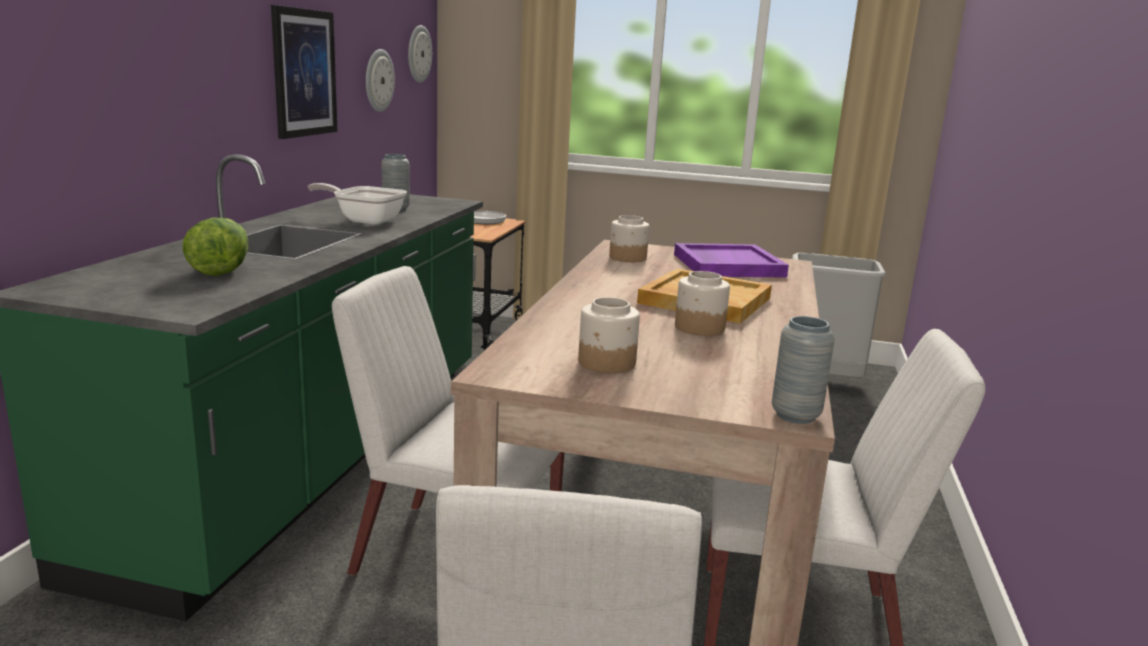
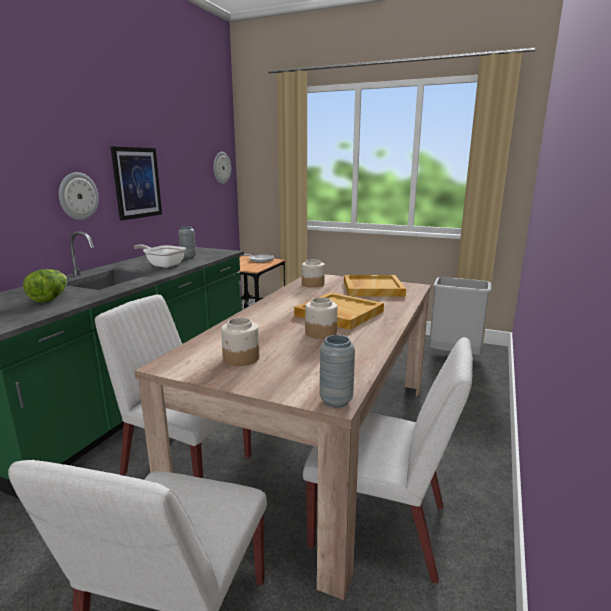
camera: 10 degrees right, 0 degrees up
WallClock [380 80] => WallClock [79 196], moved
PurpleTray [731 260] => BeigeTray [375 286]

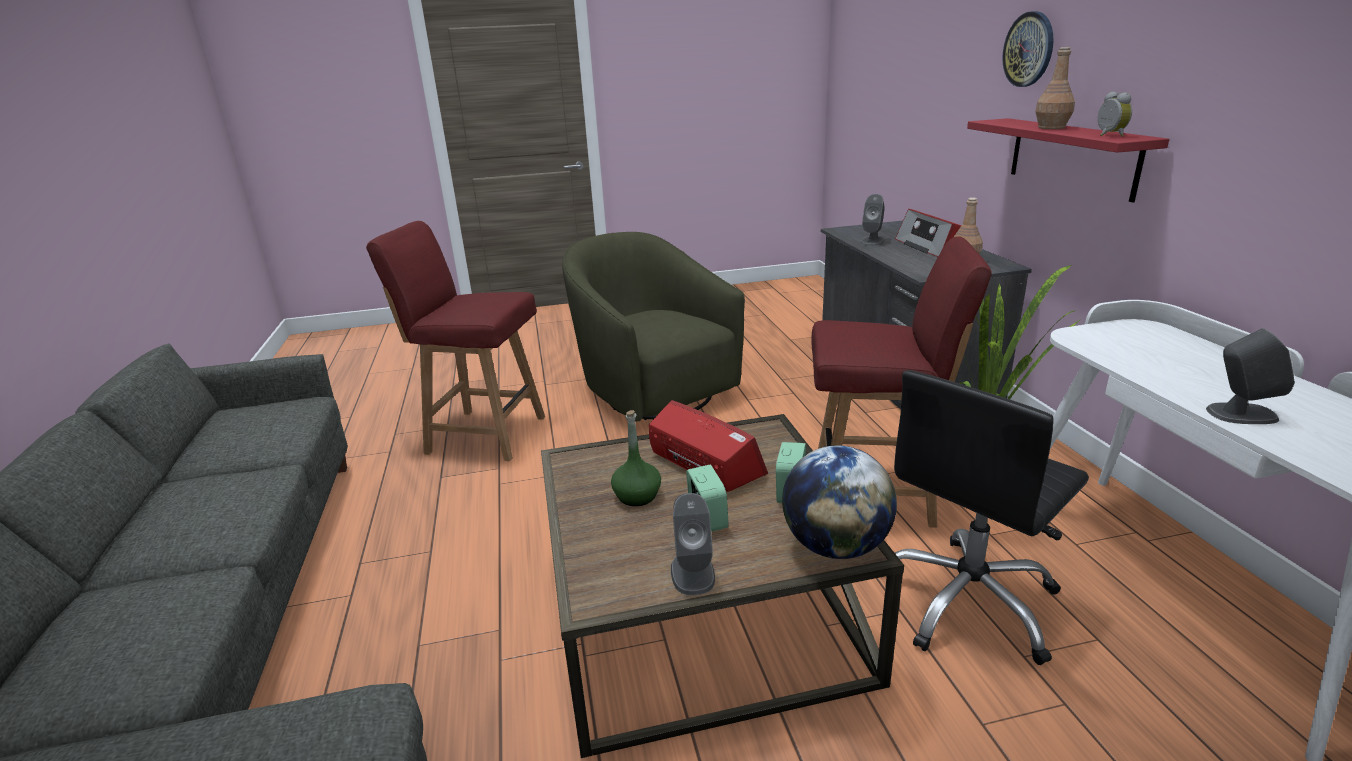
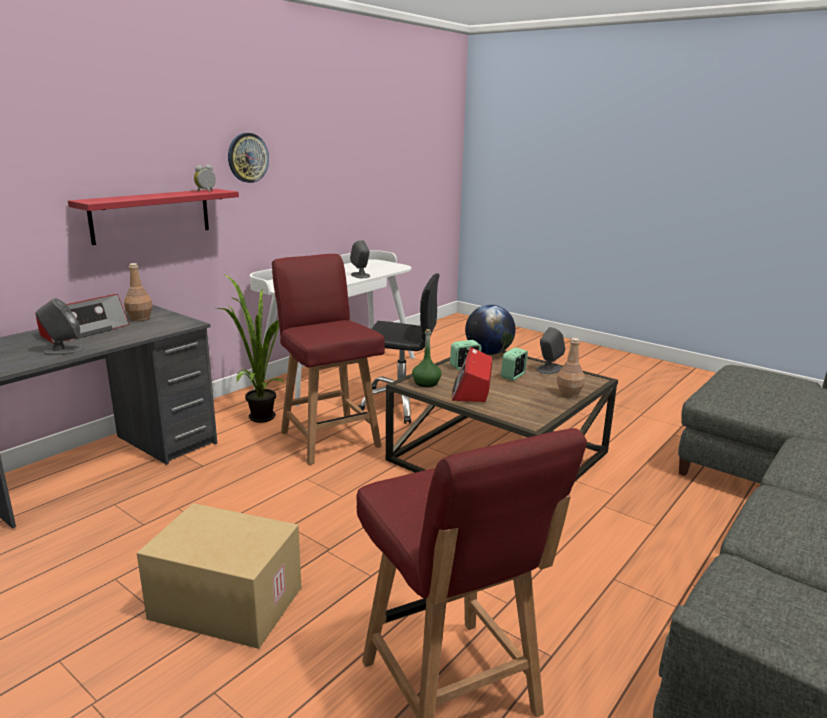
camera: 130 degrees left, 5 degrees down
GreenBottle [636 458] => GreenBottle [427 358], moved
WallClock [1028 49] => WallClock [248 158], moved
BrownBottle [1055 88] => BrownBottle [571 368], moved
GreenArmchair [653 326] => CardboardBox [219 576]

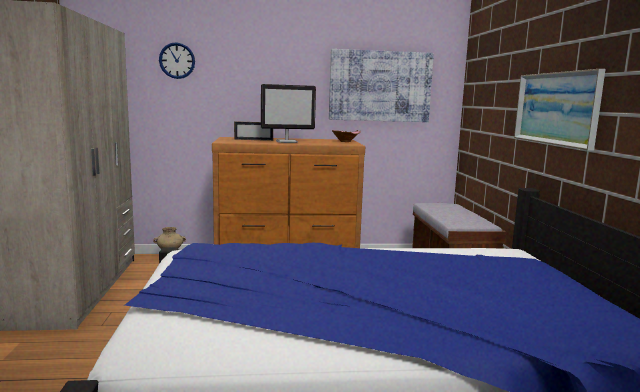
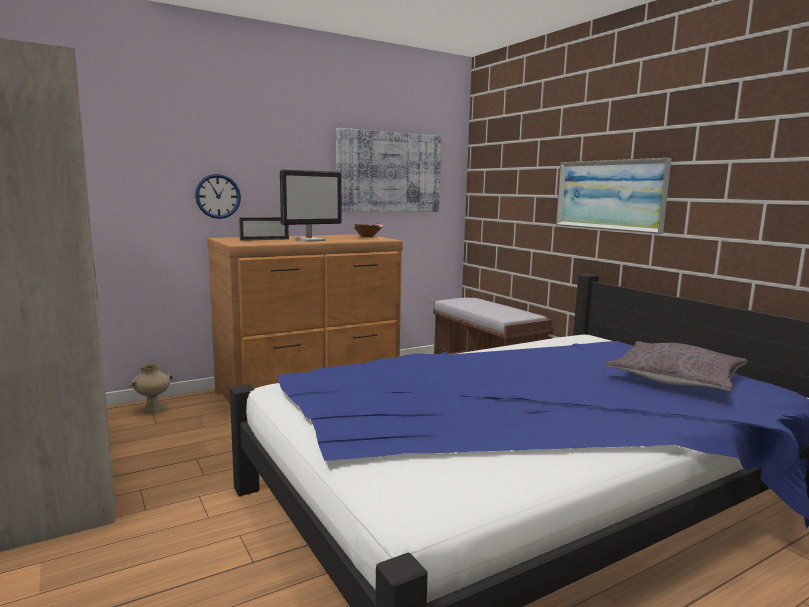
camera: 25 degrees left, 0 degrees up
nothing => GreyPillow [677 366]
WallClock [177 60] => WallClock [218 196], moved

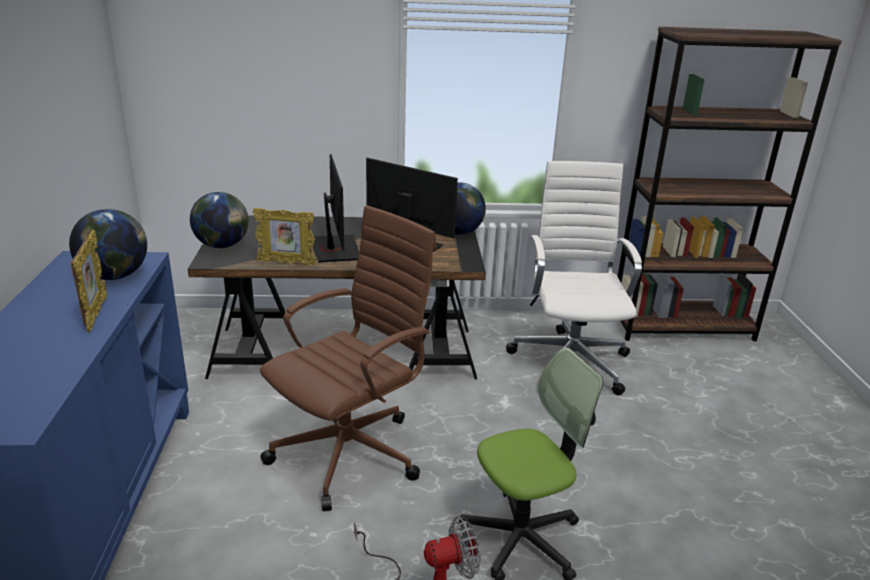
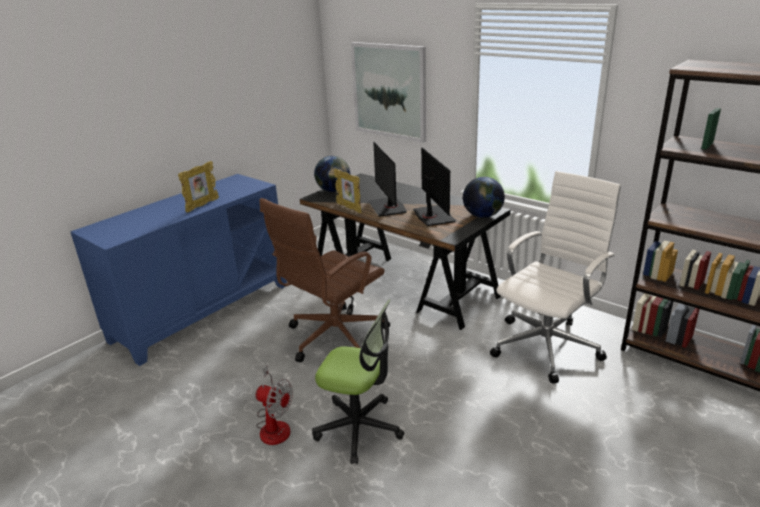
camera: 45 degrees right, 0 degrees up
Globe [108 244] => nothing
nothing => Picture [388 92]
BrownOfficeChair [348 358] => BrownOfficeChair [325 280], 135 degrees clockwise
Monitor [336 208] => Monitor [387 179], 135 degrees clockwise

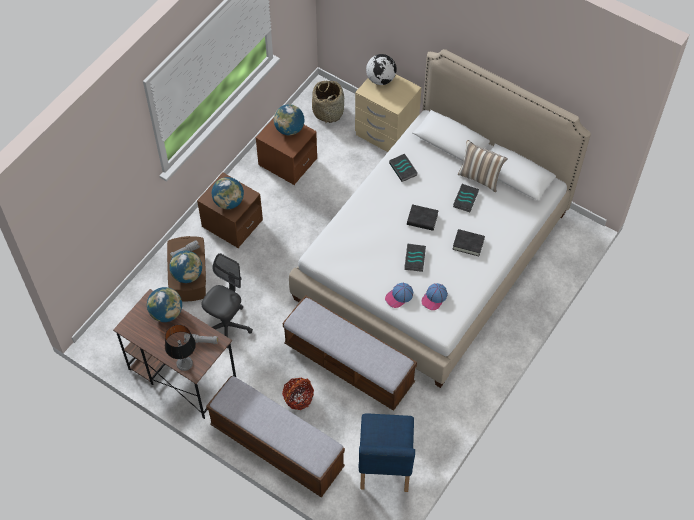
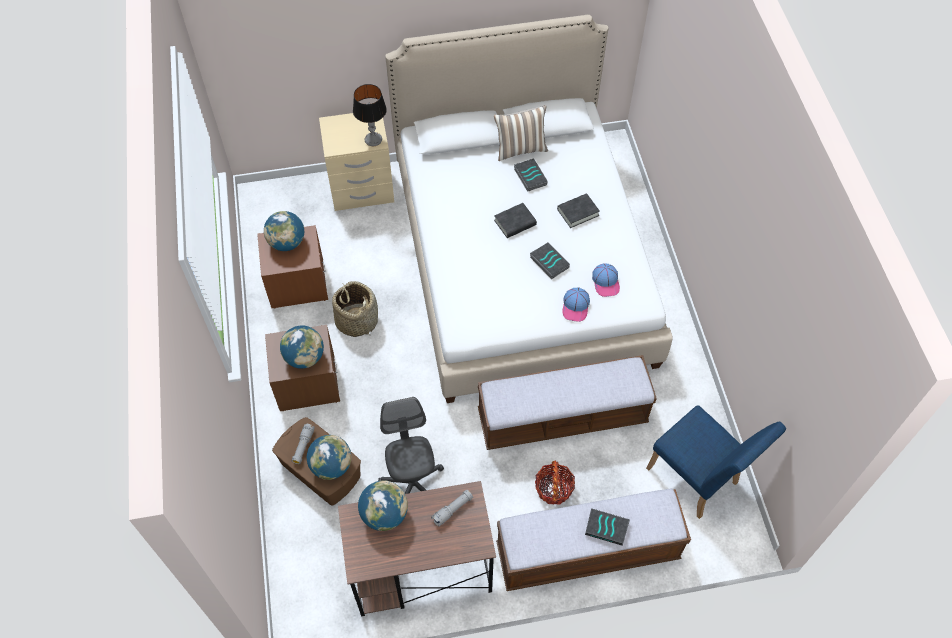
camera: 45 degrees left, 0 degrees up
Globe [381 69] => nothing
TableLamp [180 347] => TableLamp [370 115], moved
Basket [328 101] => Basket [355 309], moved
Book [403 168] => Book [607 527], moved

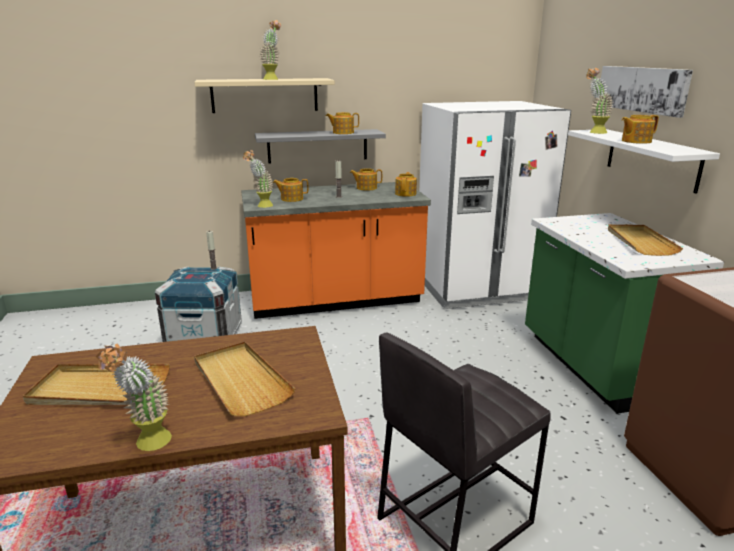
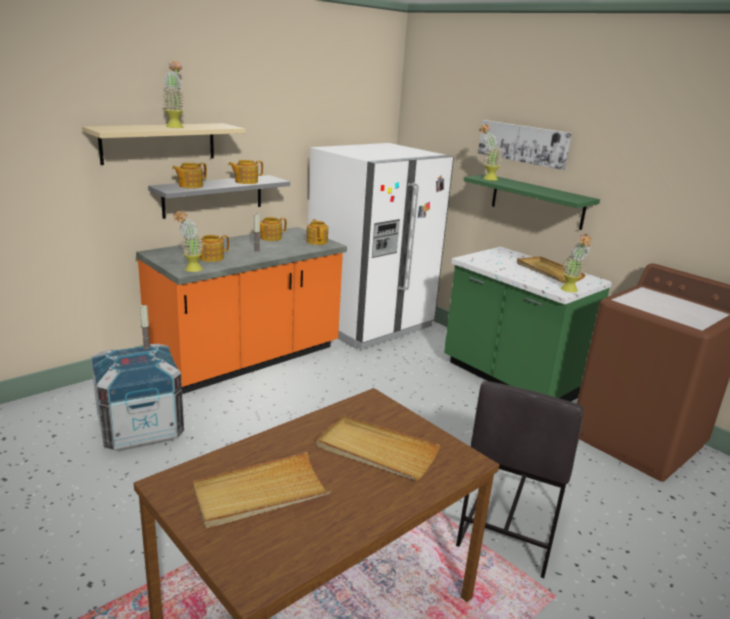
camera: 30 degrees left, 0 degrees up
PottedPlant [134 397] => PottedPlant [576 263], moved
Teapot [640 129] => Teapot [189 175], moved
WhiteShelf [644 161] => GreenShelf [532 202]

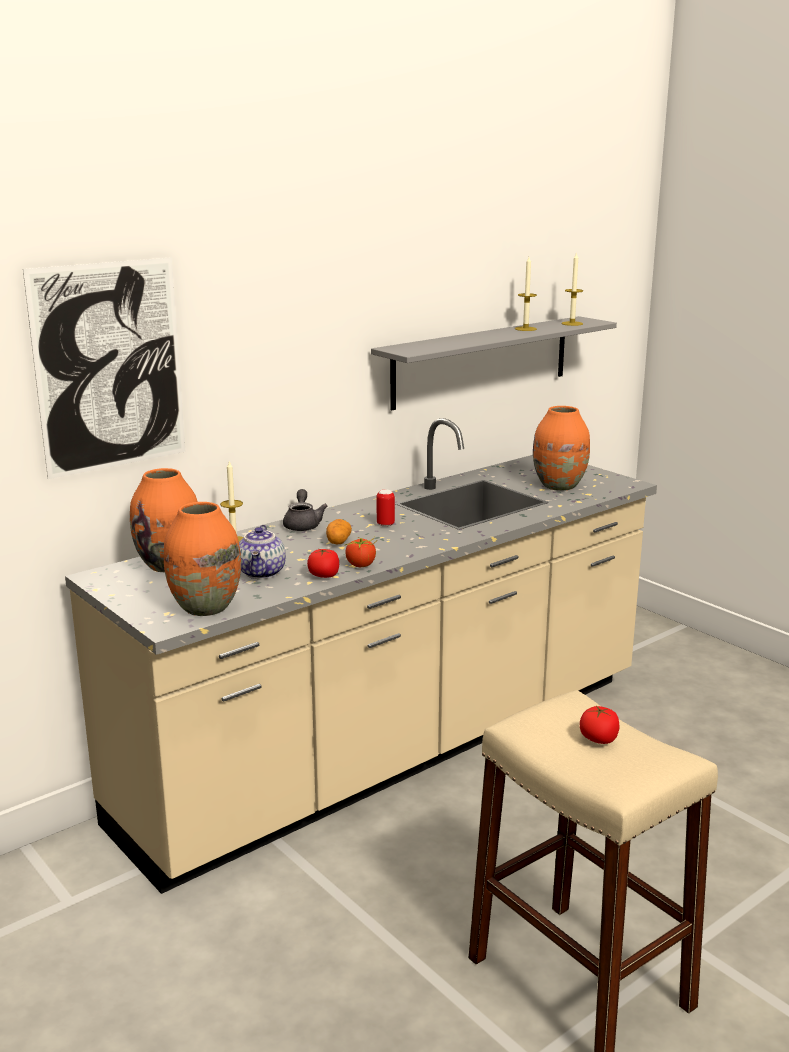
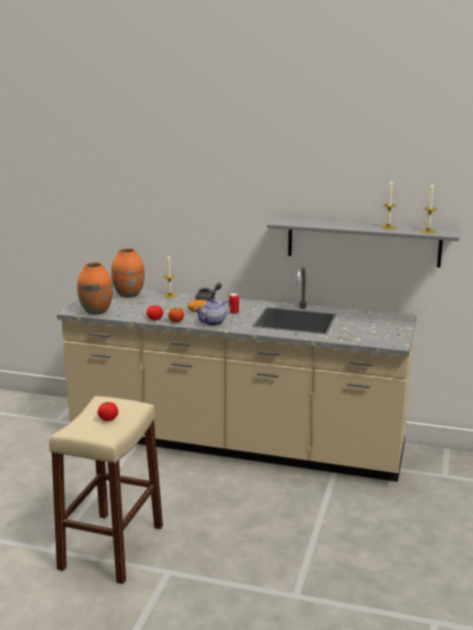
camera: 55 degrees right, 0 degrees up
Picture [104 368] => nothing
OrangeVase [561 448] => nothing
Teapot [262 552] => Teapot [212 312], moved

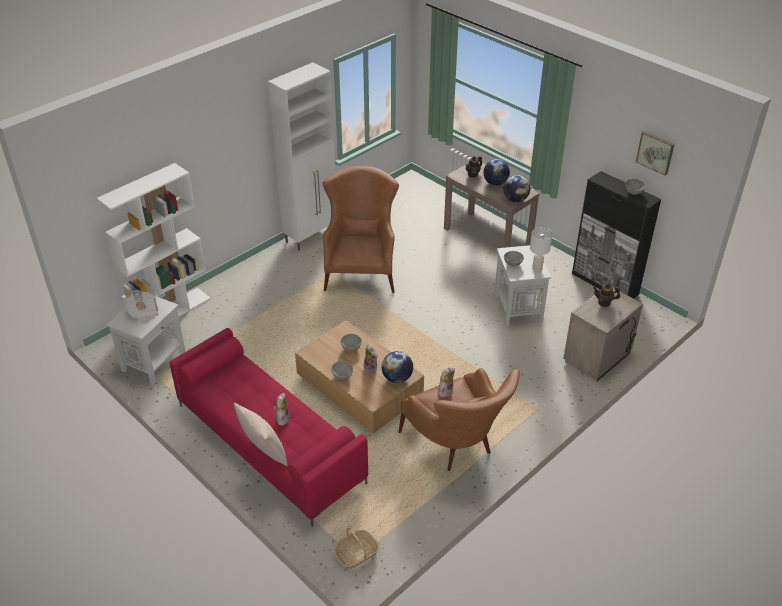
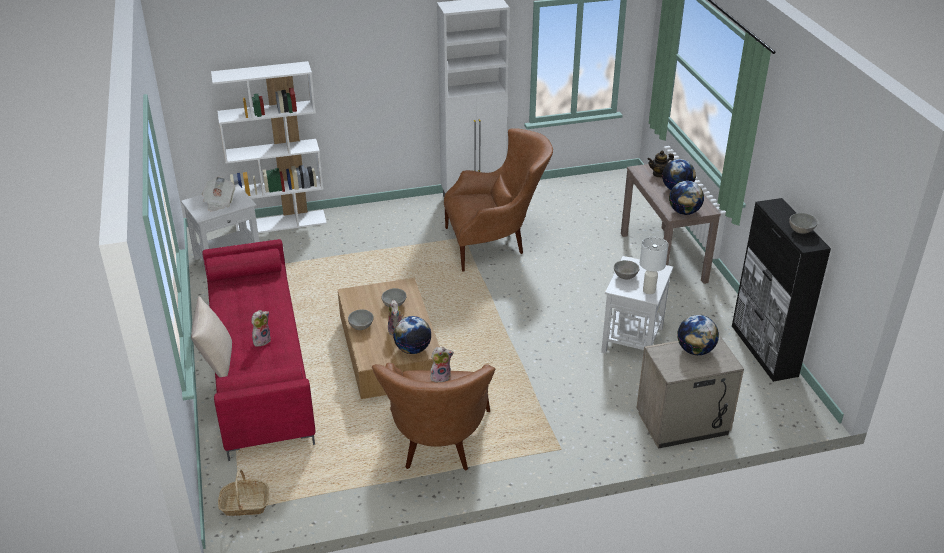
camera: 30 degrees right, 5 degrees down
Picture [655 153] => nothing
Teapot [606 295] => Globe [698 335]
BrownArmchair [360 229] => BrownArmchair [498 200], 45 degrees clockwise

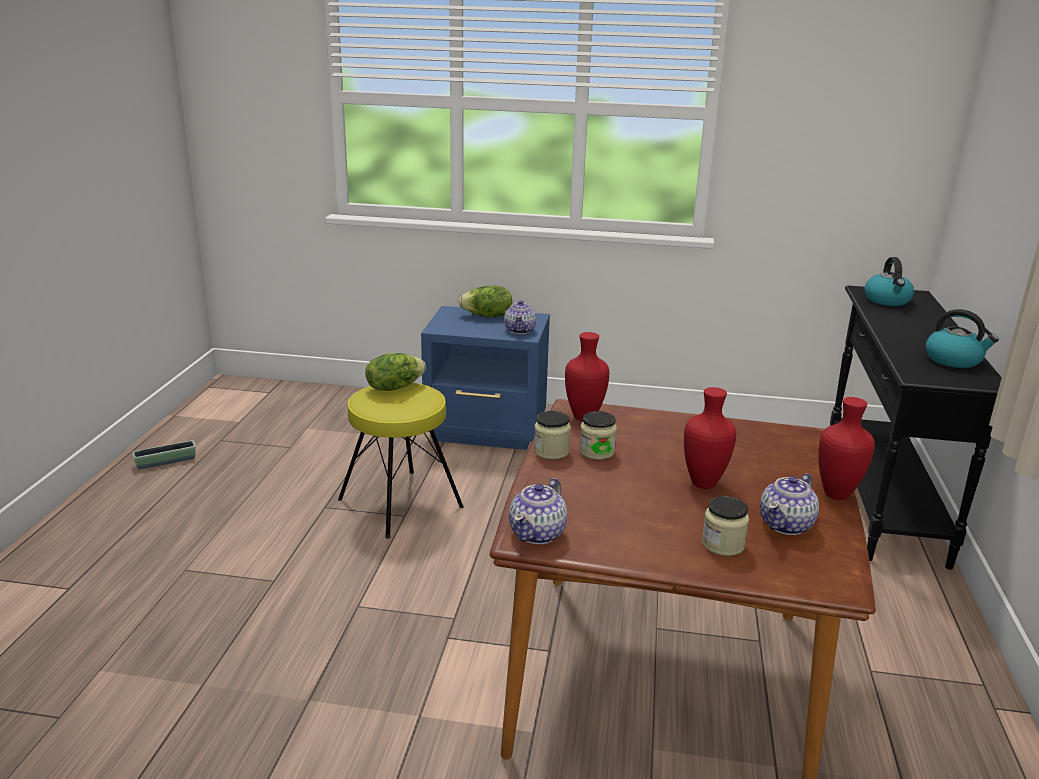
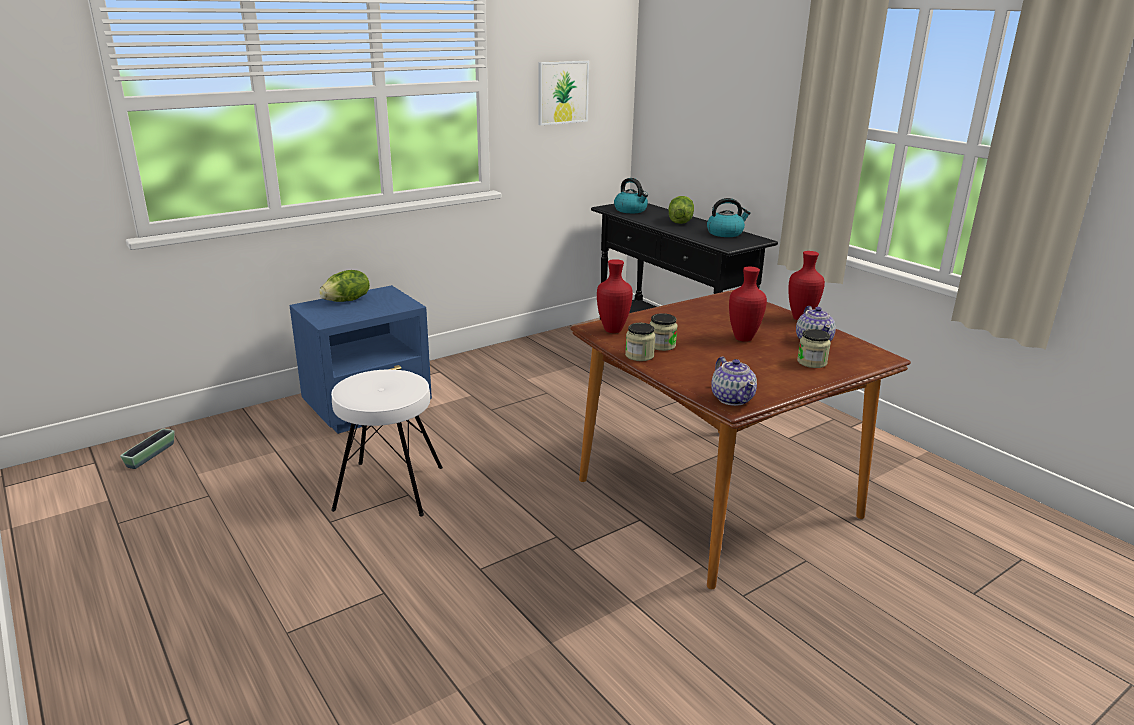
camera: 45 degrees left, 0 degrees up
Teapot [520 317] => nothing
nothing => Picture [563 93]
Planter [164 454] => Planter [147 449], moved
Lettuce [396 372] => Lettuce [681 210], moved
YellowStool [401 461] => WhiteStool [387 442]

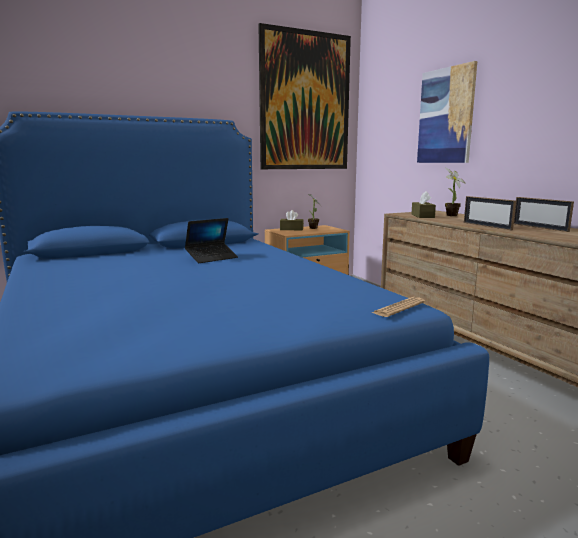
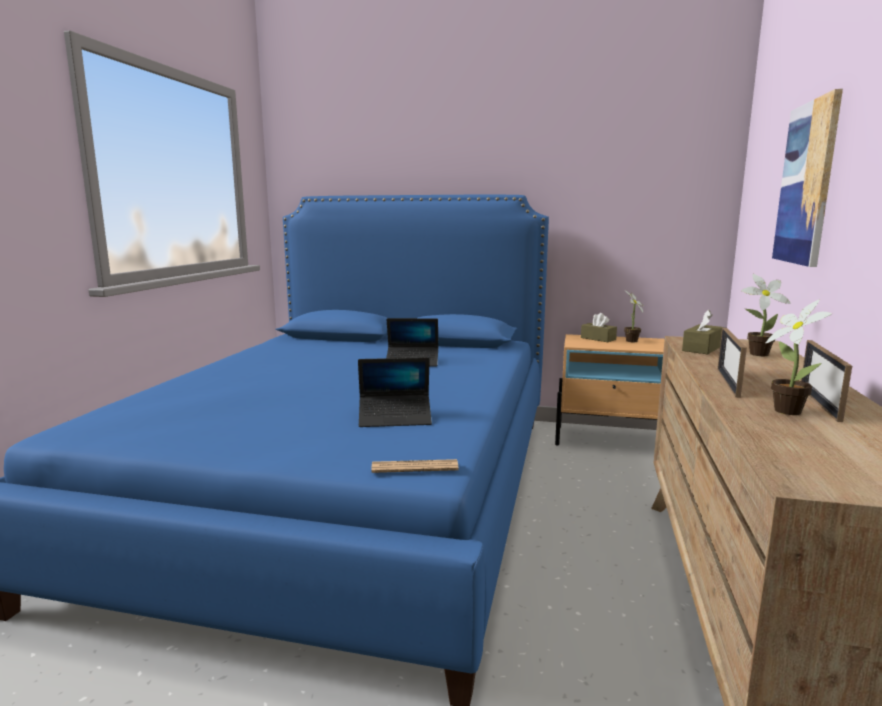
camera: 40 degrees right, 0 degrees up
Picture [304 96] => nothing
nothing => Laptop [395 392]
nothing => PottedPlant [798 357]

